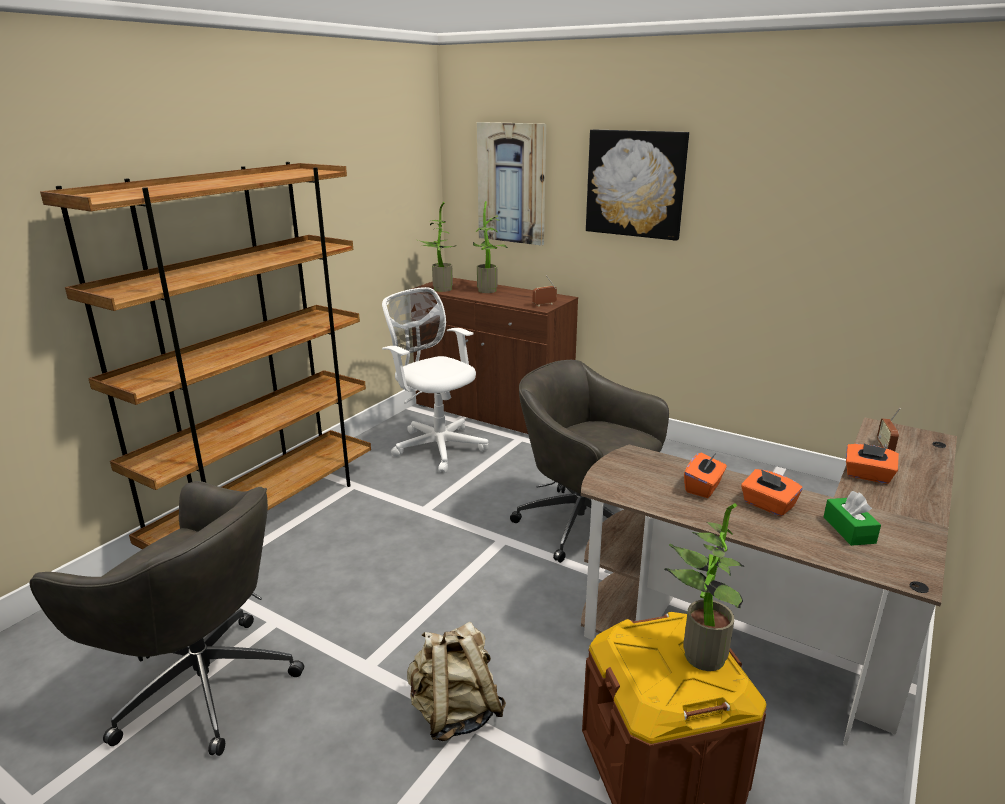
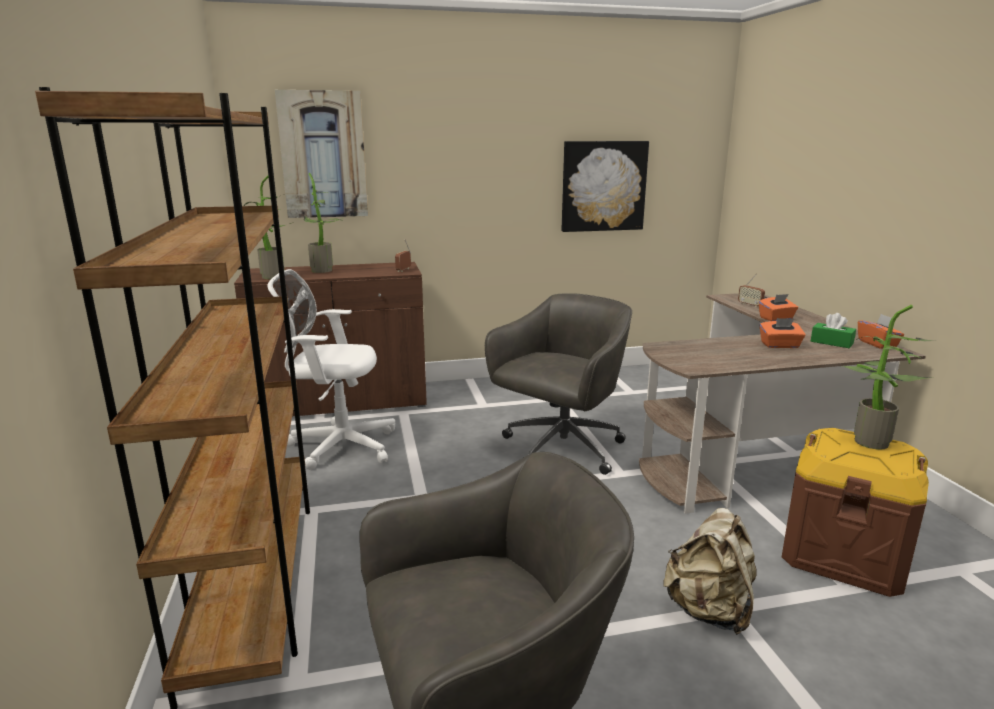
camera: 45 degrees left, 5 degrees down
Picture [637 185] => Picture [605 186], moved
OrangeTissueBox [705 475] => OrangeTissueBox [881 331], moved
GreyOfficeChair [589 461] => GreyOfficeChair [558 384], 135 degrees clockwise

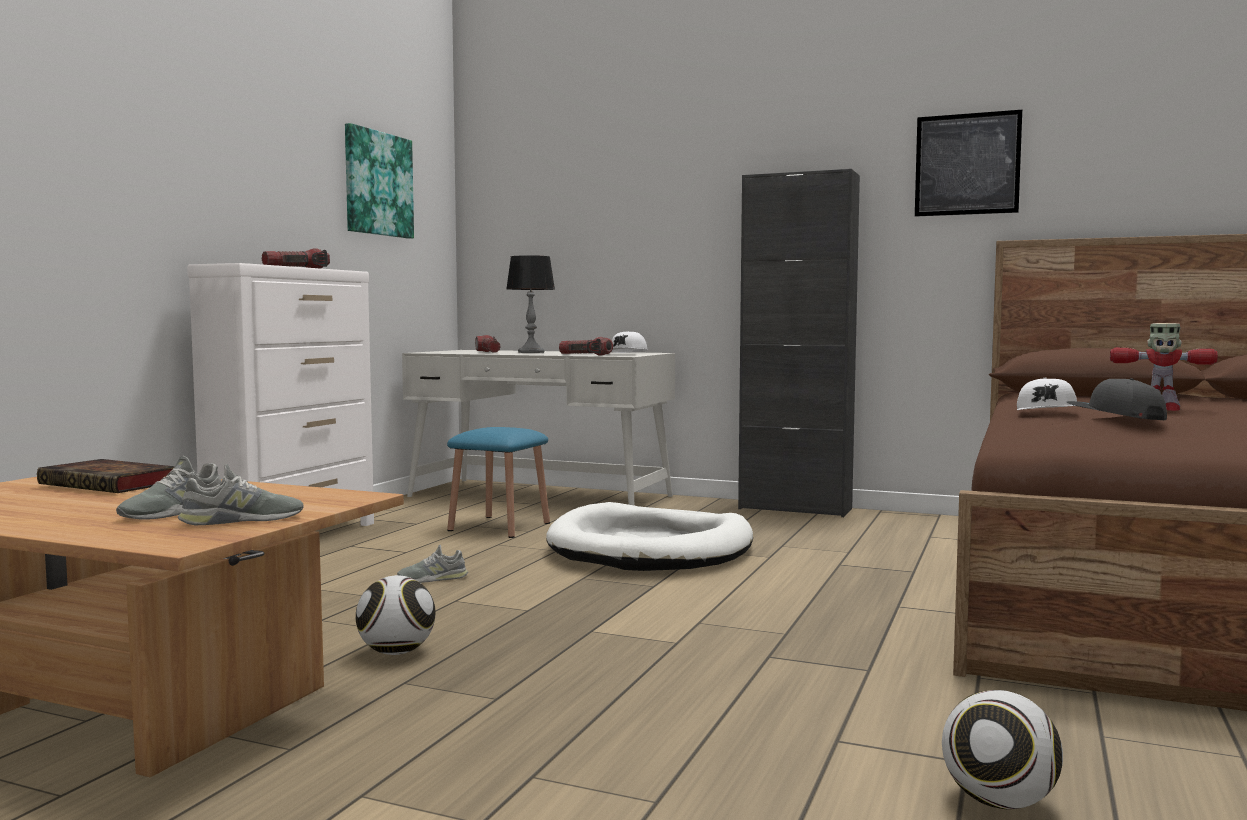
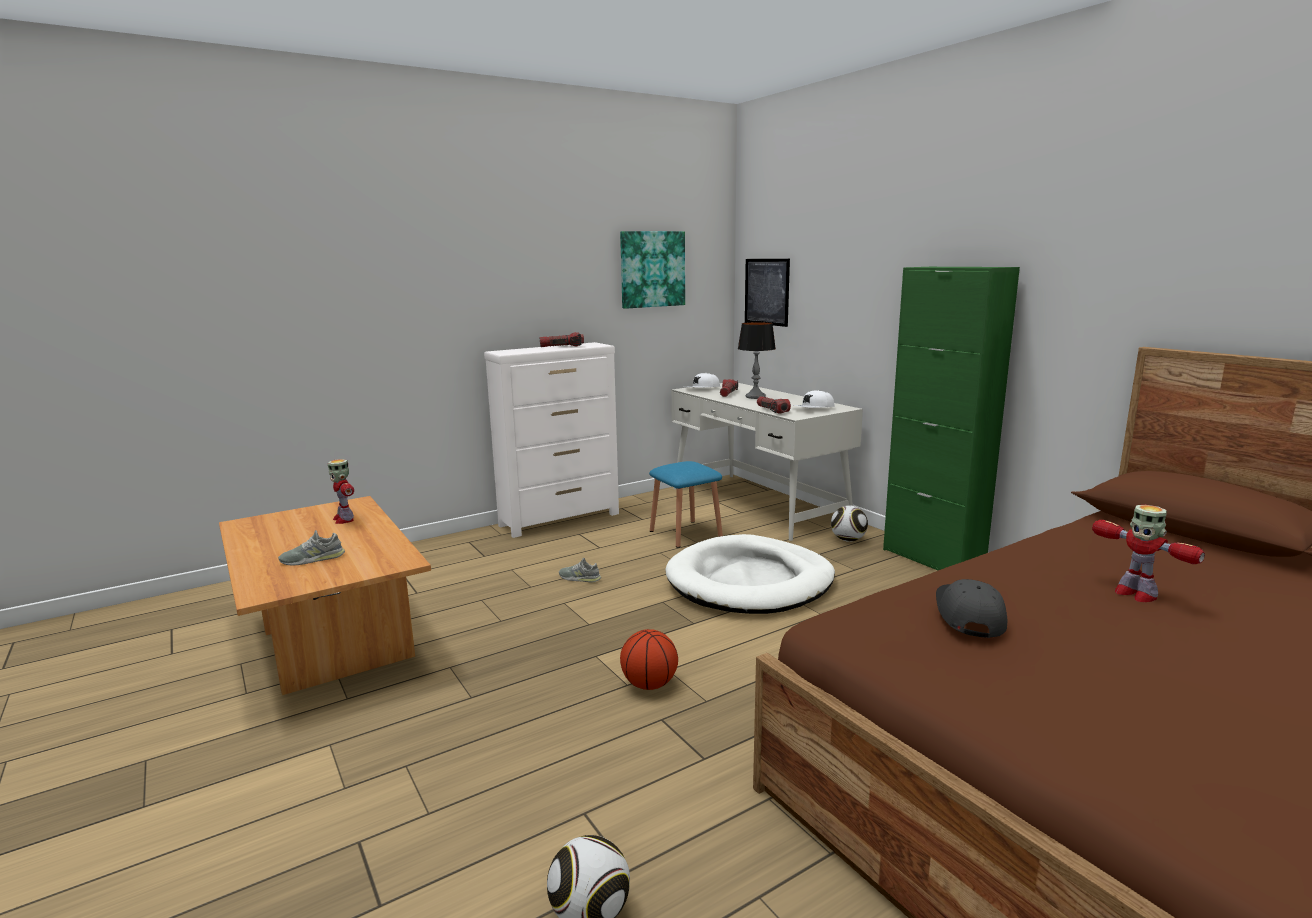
camera: 35 degrees right, 10 degrees up
GreyShoe [240 494] => nothing
nothing => Basketball [649 659]
Football [395 615] => Football [849 524], moved
Picture [968 163] => Picture [767 293], moved
WhiteCap [1047 394] => WhiteCap [701 380], moved
Book [106 476] => ToyRobot [341 491]
BlackCabinet [799 343] => GreenCabinet [951 418]

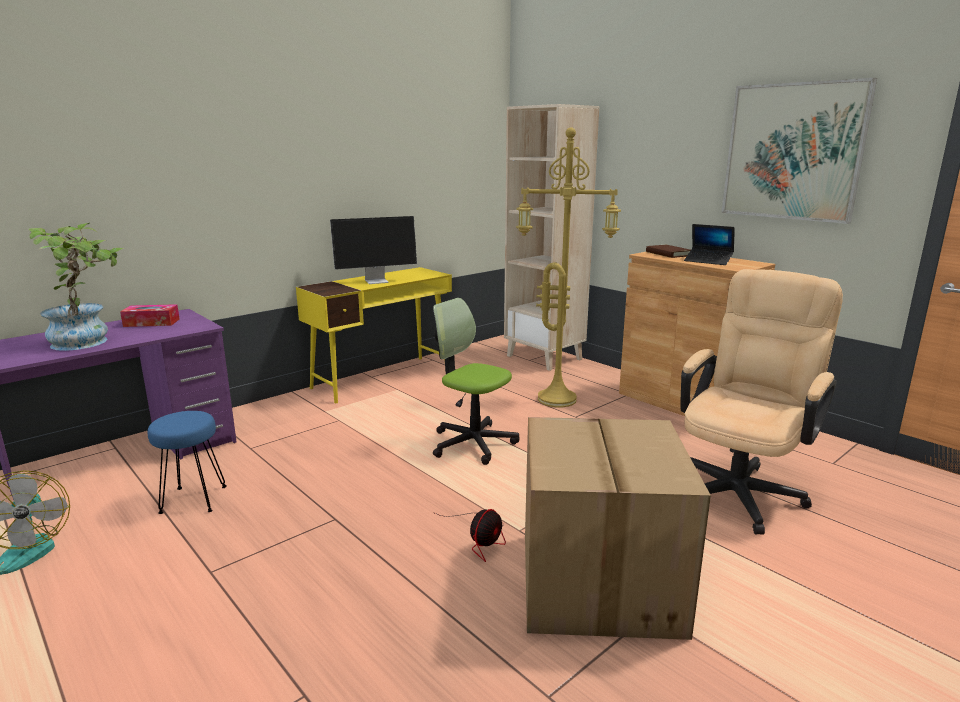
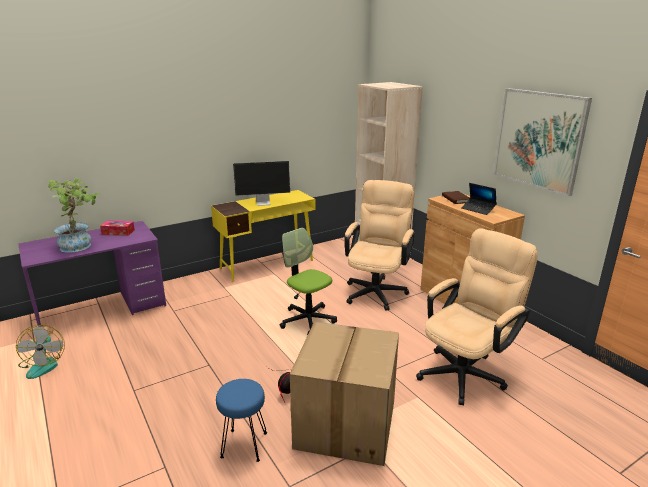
camera: 10 degrees right, 5 degrees up
BlueStool [187 462] => BlueStool [241 420], moved
YellowFloorLamp [568 267] => BeigeOfficeChair [379 245]

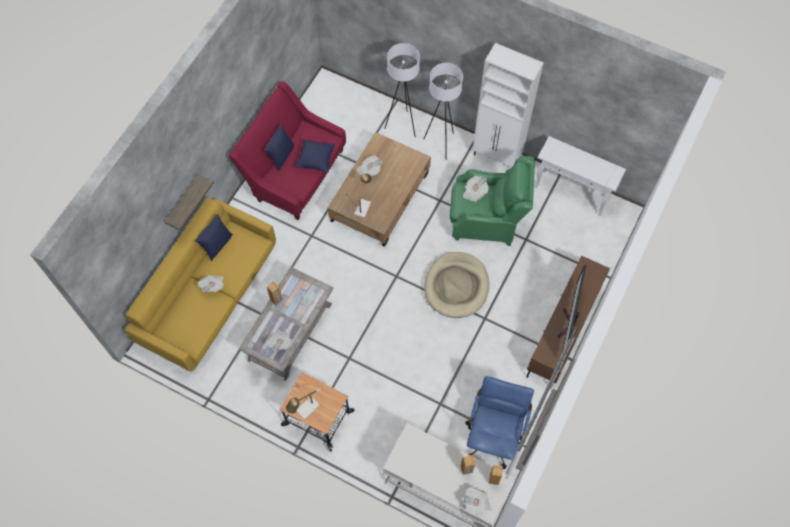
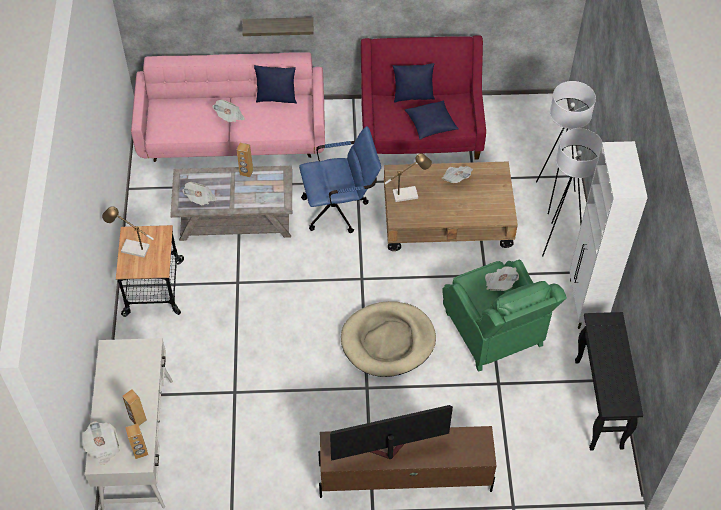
camera: 60 degrees right, 10 degrees down
BlueOfficeChair [499 422] => BlueOfficeChair [340 179], moved
YellowSofa [200 284] => PinkSofa [228 107]
WhiteConsoleTable [580 176] => BlackConsoleTable [609 381]

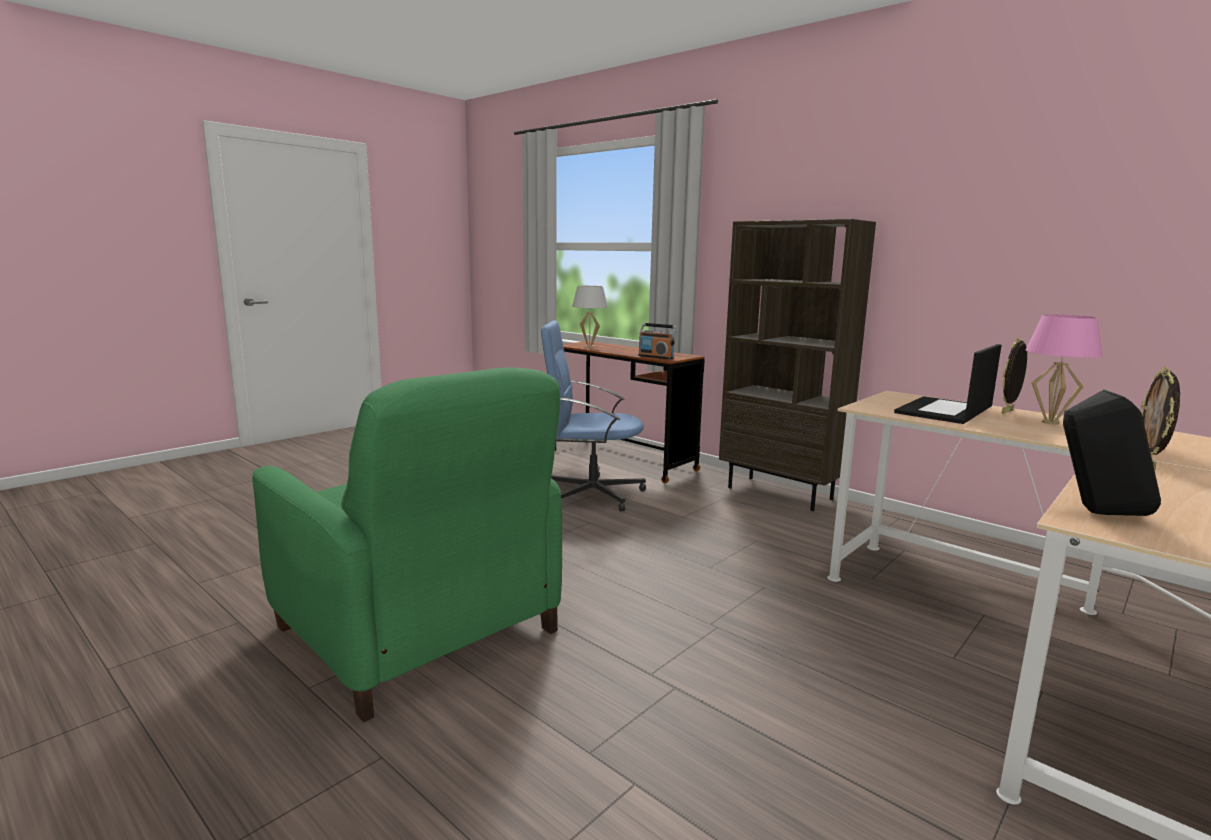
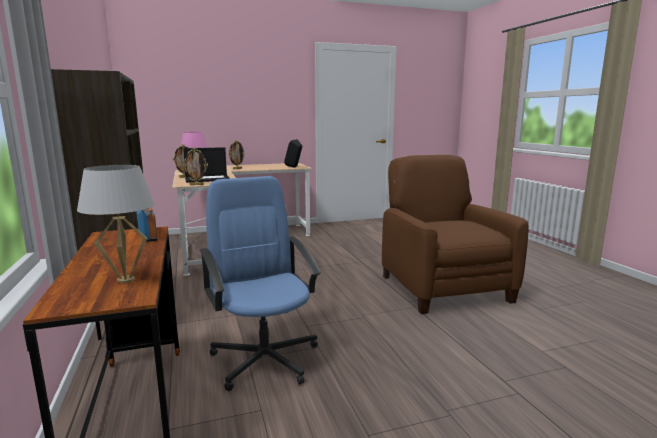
camera: 150 degrees left, 0 degrees up
nothing => PictureFrame [195 166]
GreenArmchair [407 544] => BrownArmchair [455 234]
BlueOfficeChair [593 415] => BlueOfficeChair [260 283], 150 degrees counterclockwise

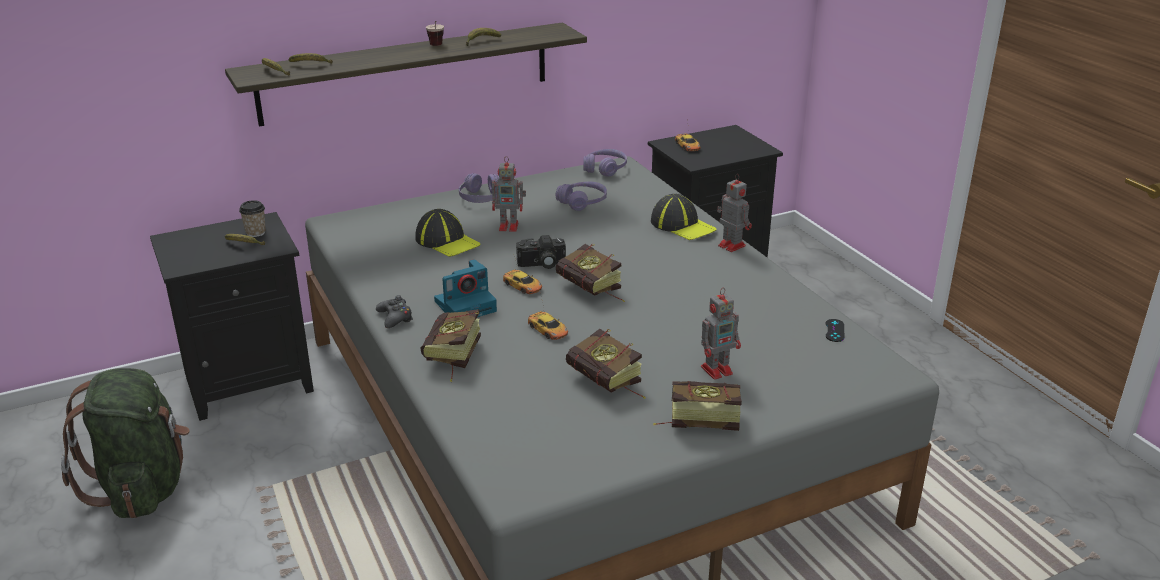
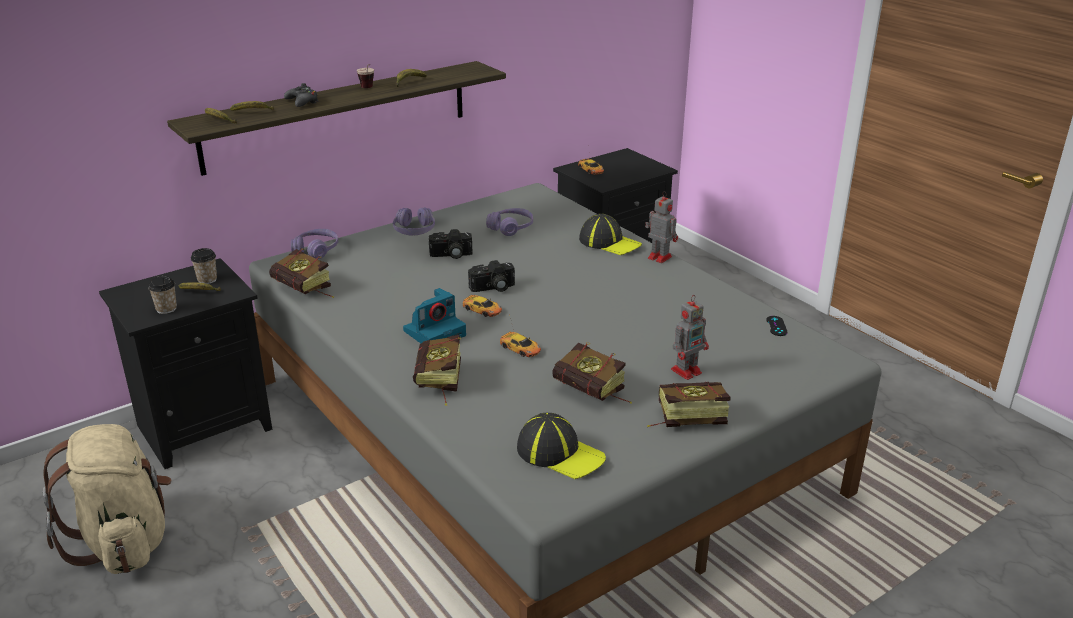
camera: 10 degrees left, 0 degrees up
nothing => Cup [162 295]
BlackGameController [394 311] => BlackGameController [301 95], moved
Cap [448 233] => Cap [561 446], moved
Book [590 273] => Book [301 273], moved
PurpleHeadphones [605 163] => PurpleHeadphones [314 244], moved
ToyRobot [509 194] => PhotoCamera [451 244]
GreenBackpack [125 443] => BeigeBackpack [106 499]

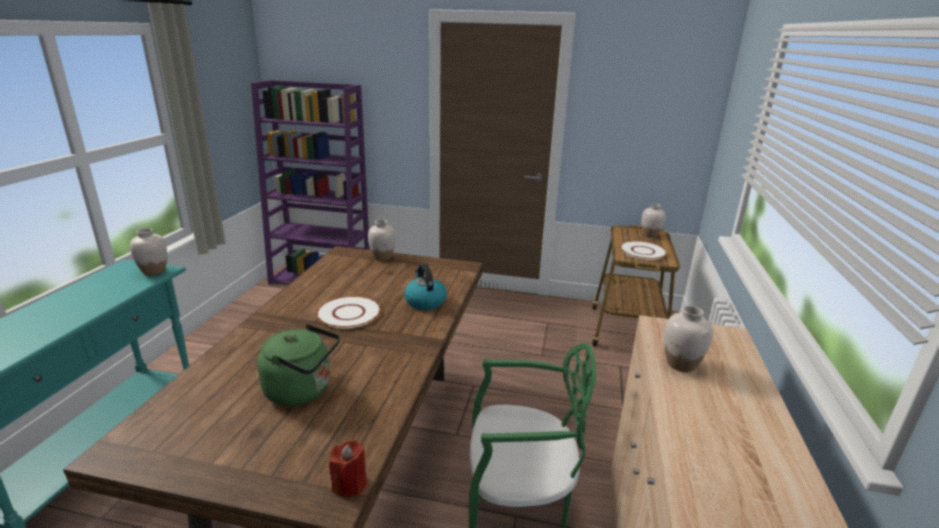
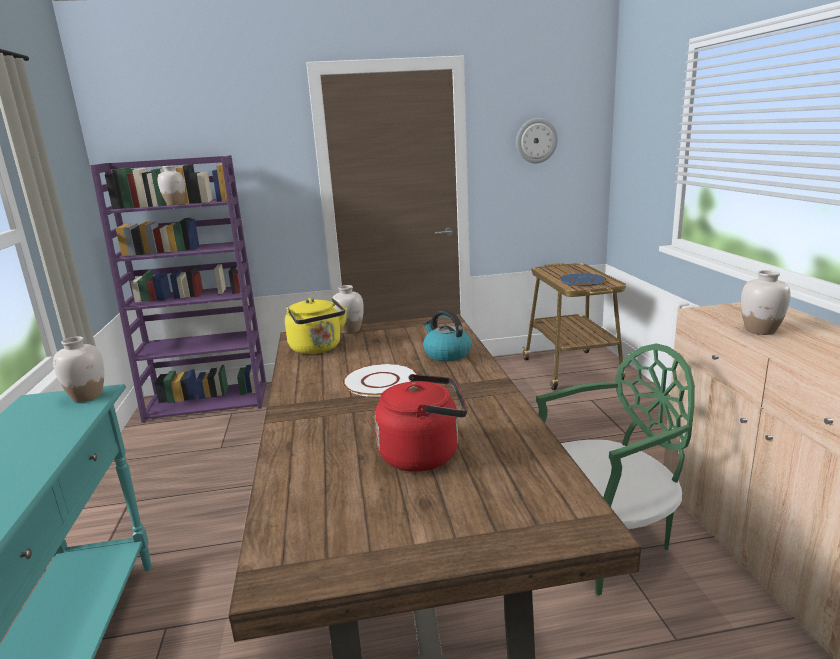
camera: 20 degrees left, 5 degrees down
RedCandle [348 468] => nothing
nothing => YellowKettle [316 325]
nothing => WallClock [537 140]
WhiteVase [654 220] => WhiteVase [172 185], moved
GreenKettle [298 365] => RedKettle [421 423]
WhitePlate [643 250] => BluePlate [582 279]

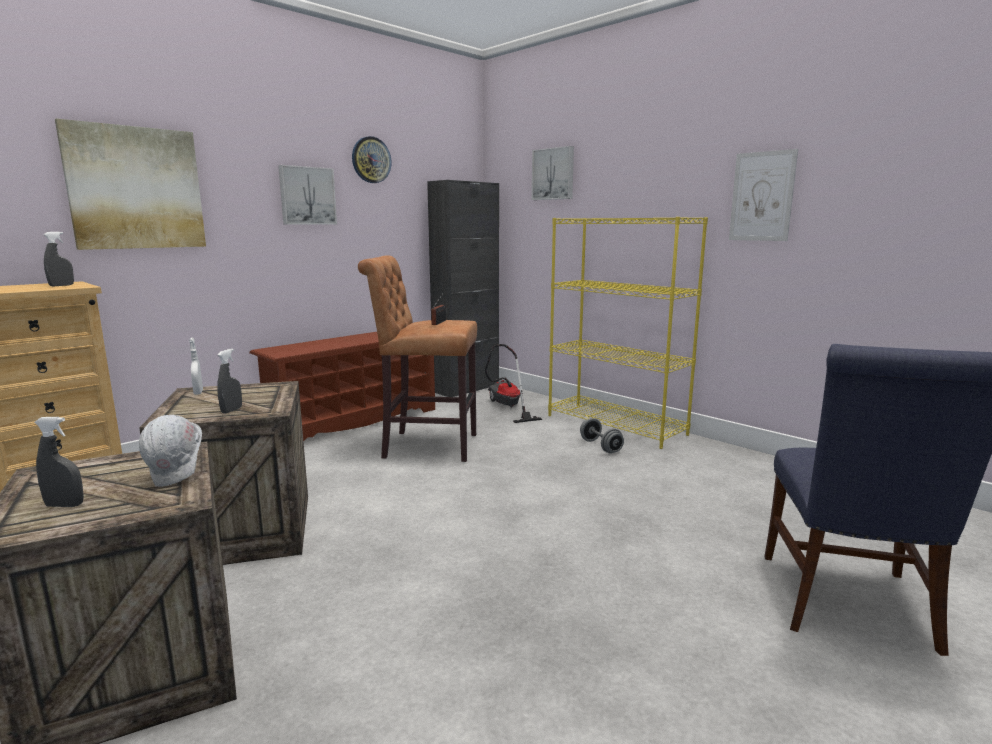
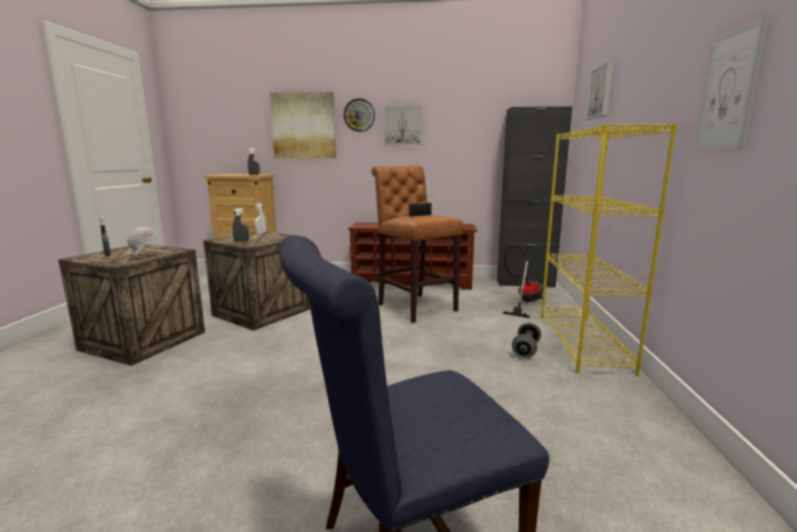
camera: 50 degrees right, 0 degrees up
WallClock [372 159] => WallClock [359 115], moved

